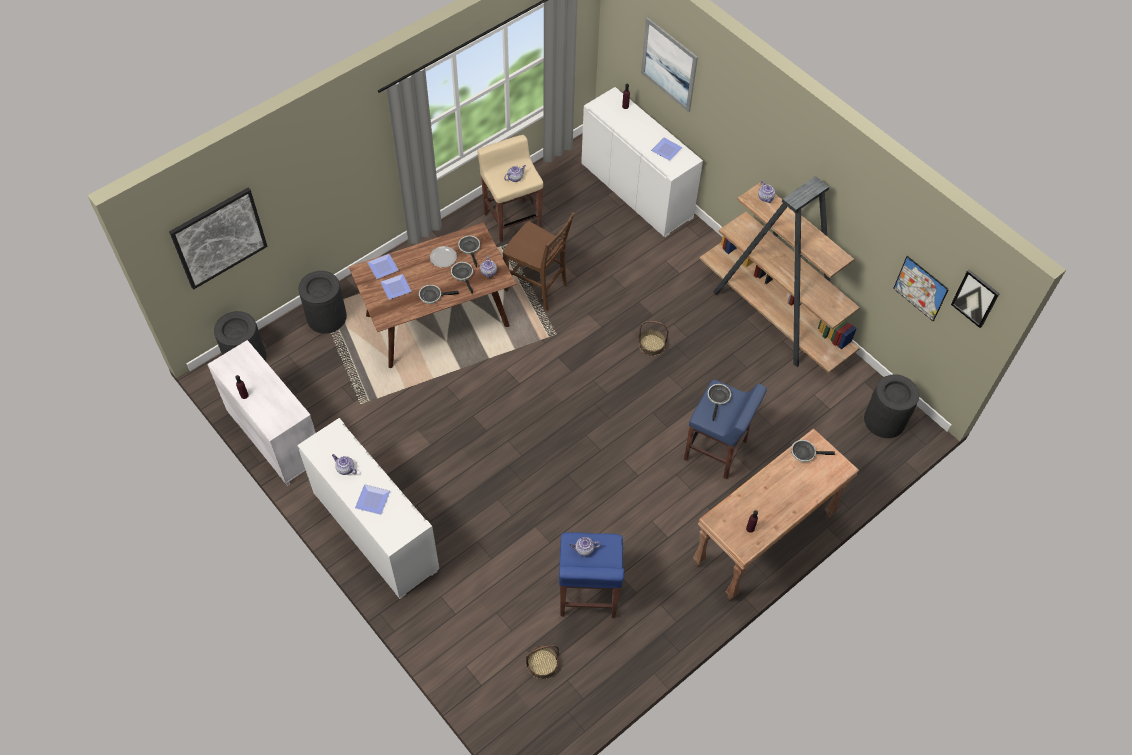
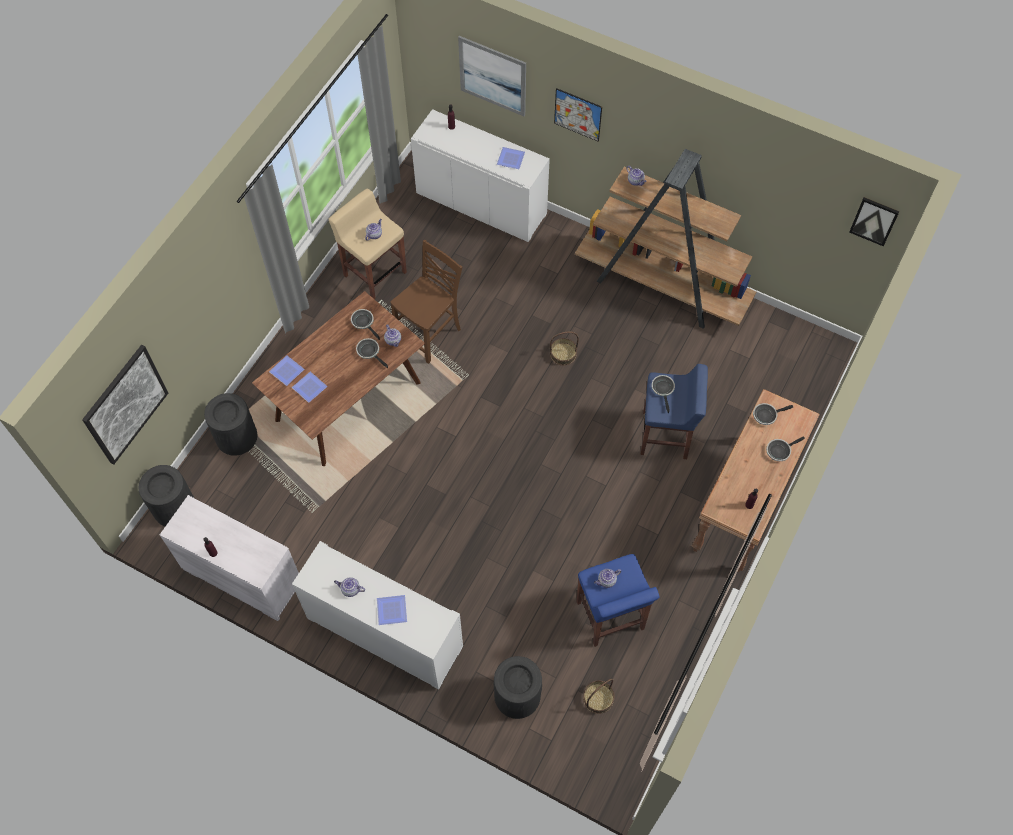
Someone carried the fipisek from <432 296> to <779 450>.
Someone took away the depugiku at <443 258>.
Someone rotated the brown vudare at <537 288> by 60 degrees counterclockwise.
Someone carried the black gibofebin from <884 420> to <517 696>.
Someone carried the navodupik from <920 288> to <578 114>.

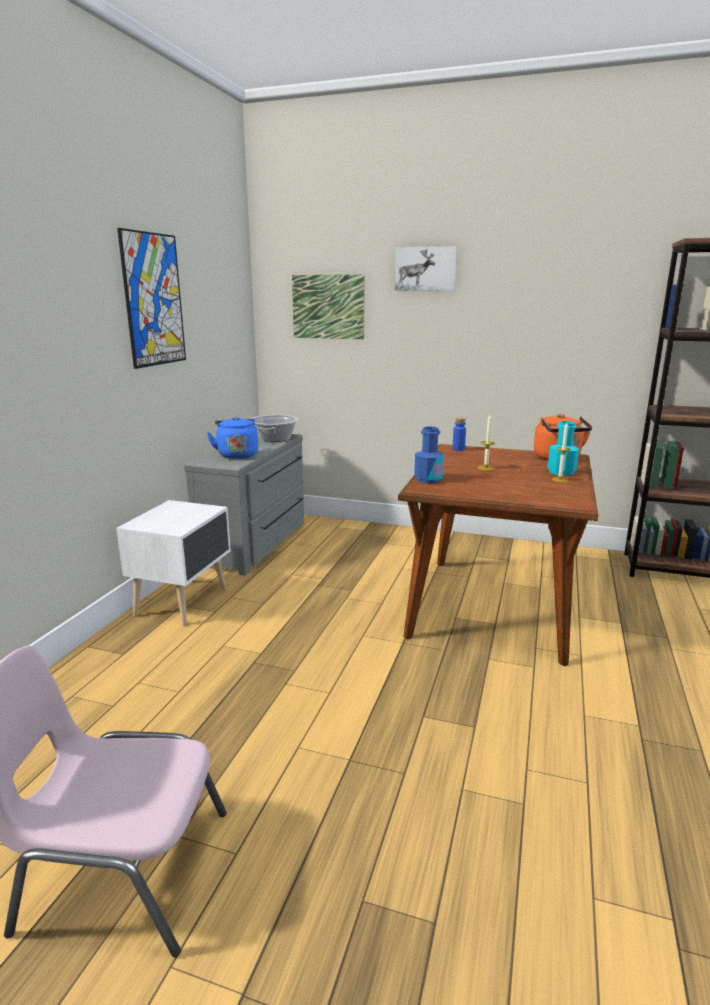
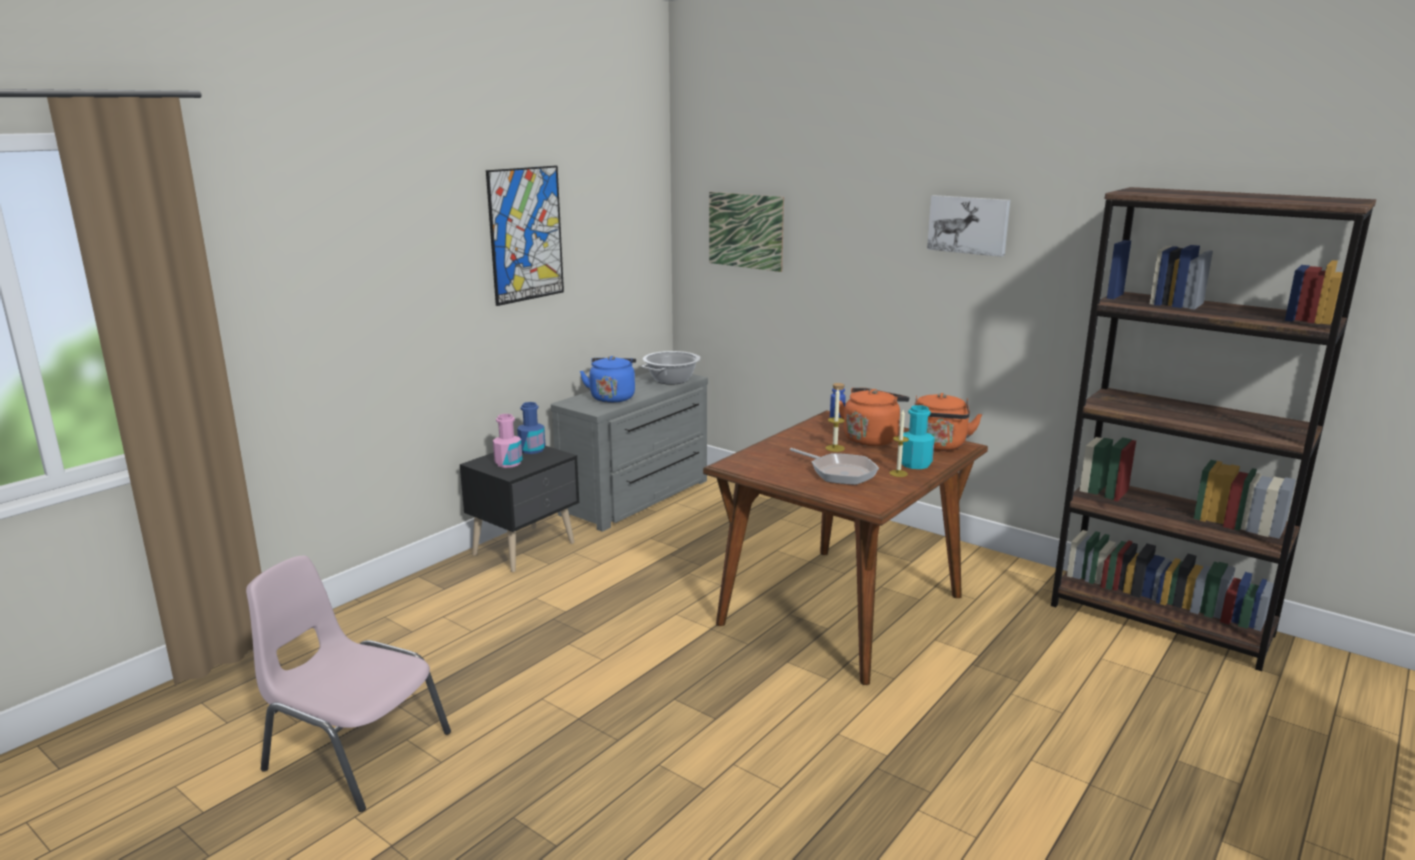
Someone repainted the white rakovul at <184 601>, which became the black rakovul at <526 549>.
Someone carried the navodupik from <426 269> to <969 225>.
Someone carried the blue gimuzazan from <428 479> to <532 450>.
Someone put down the pink gimuzazan at <508 463>.
Someone put down the fipisek at <839 472>.
Someone put down the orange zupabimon at <871 439>.

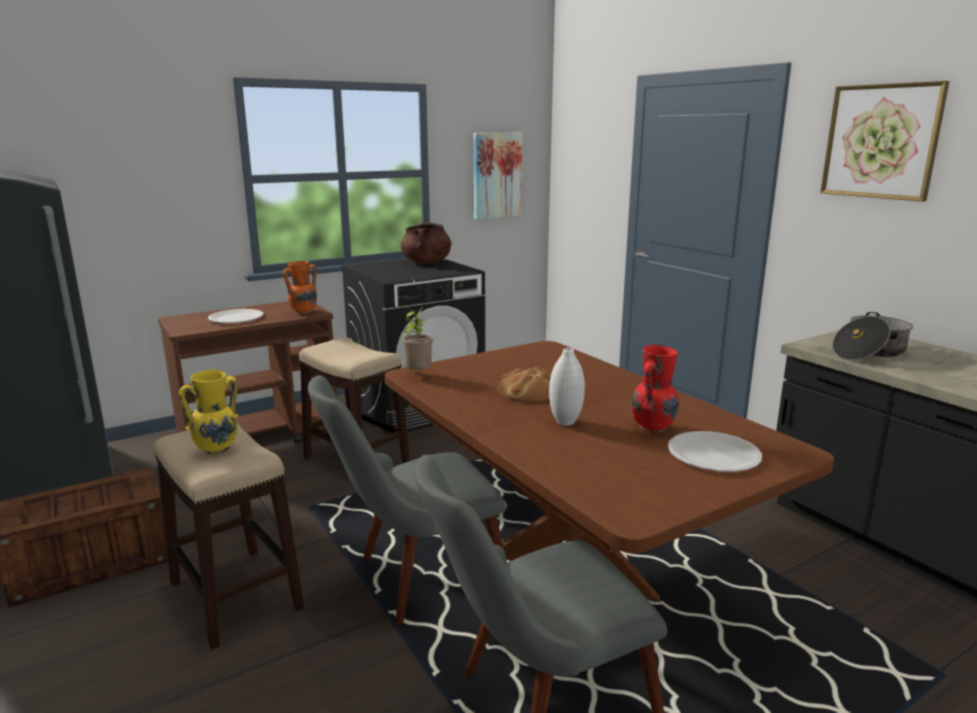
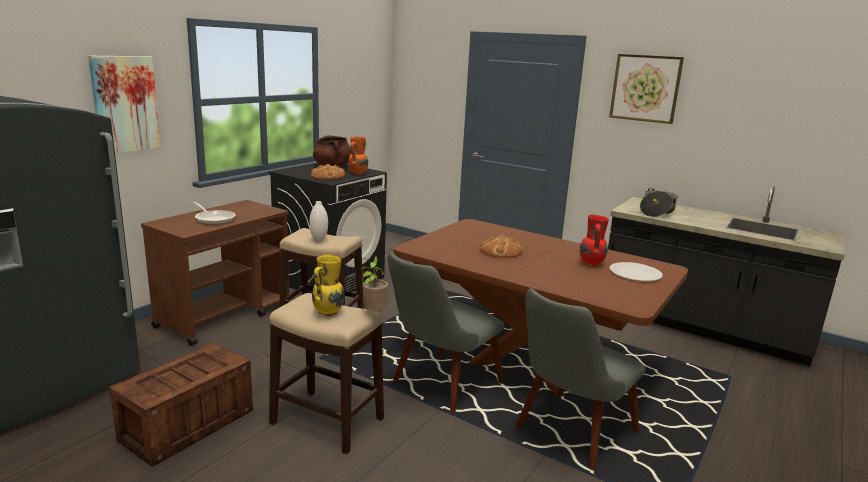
Someone swapped the white depugiku at <236 318> for the fipisek at <214 219>.
Someone carried the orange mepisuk from <303 312> to <357 174>.
Someone carried the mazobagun from <418 375> to <373 314>.
Someone carried the navodupik from <496 175> to <125 104>.
Someone carried the white mepisuk from <565 422> to <319 240>.
Someone put down the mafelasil at <327 176>.

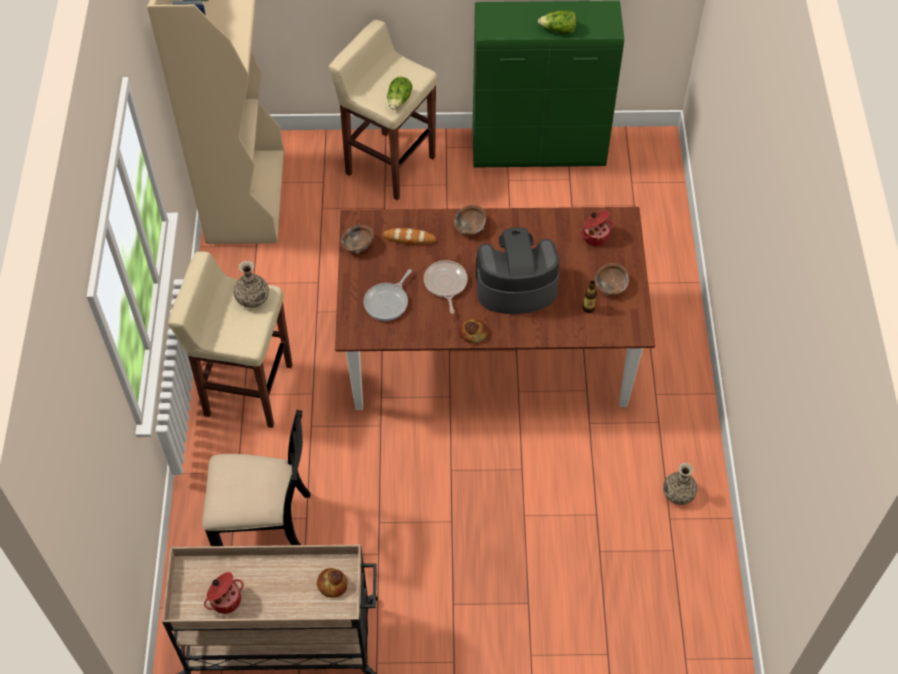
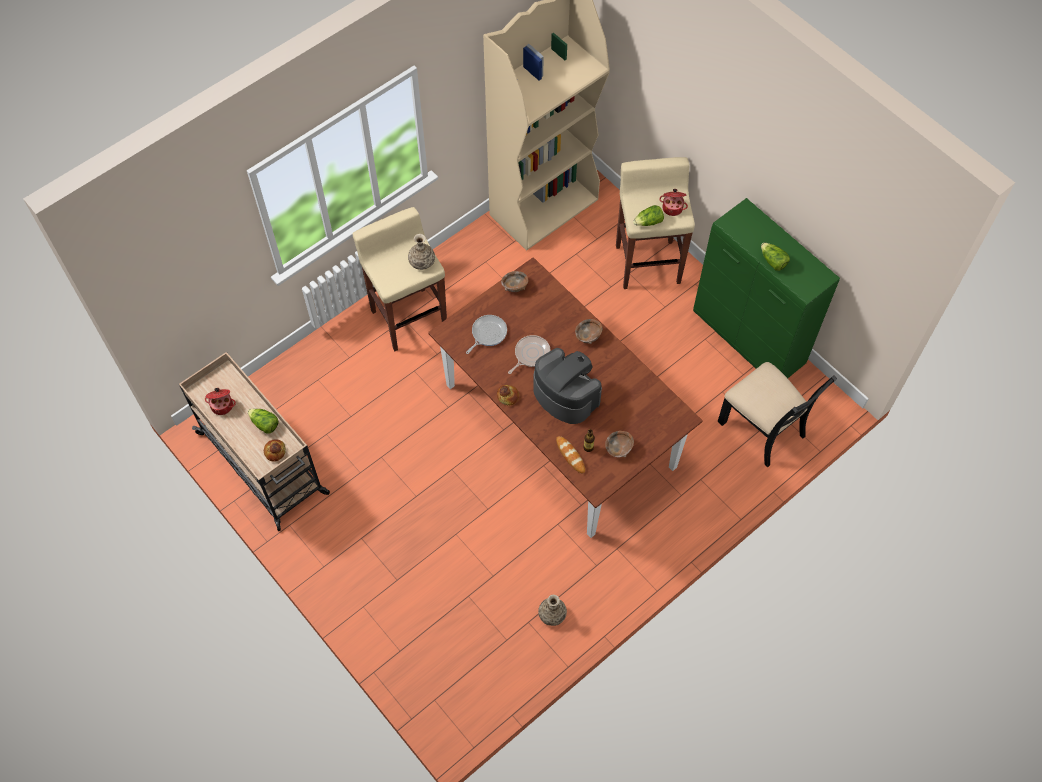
Someone carried the black vudare from <265 524> to <763 429>.
Someone rotated the fipisek at <388 302> by 135 degrees clockwise.
Someone carried the mafelasil from <409 238> to <570 455>.
Someone carried the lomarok from <595 236> to <672 207>.
Someone put down the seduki at <264 424>.

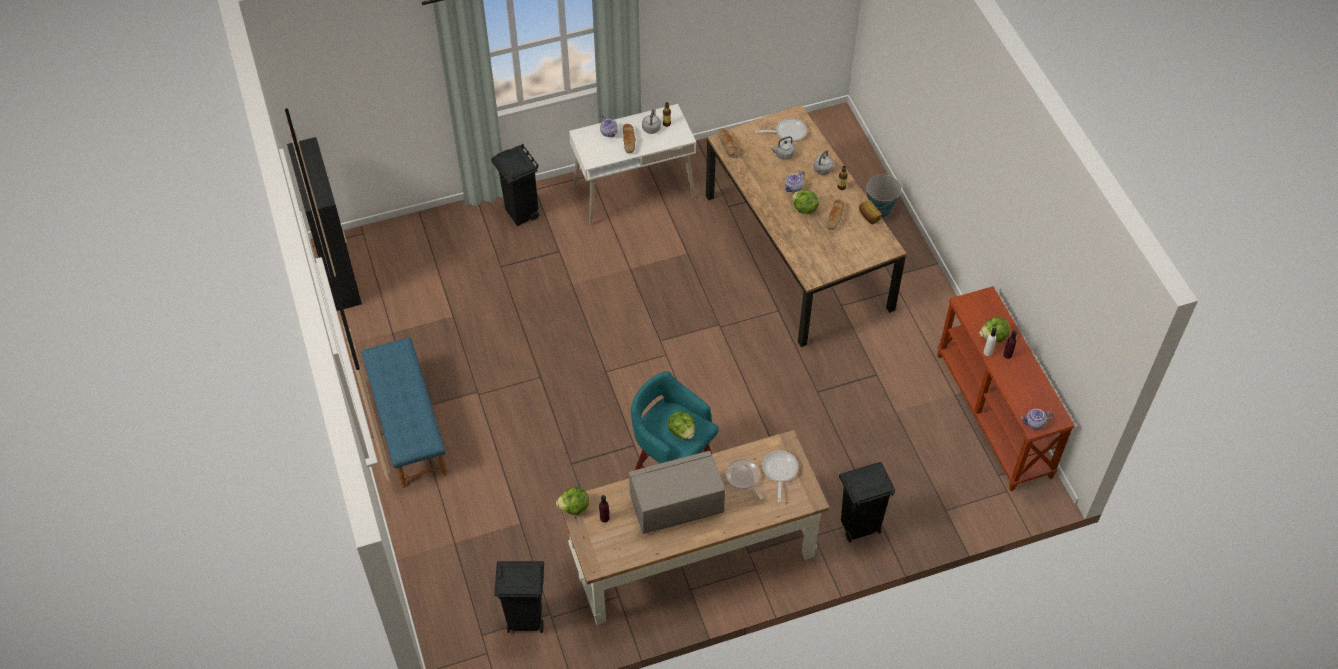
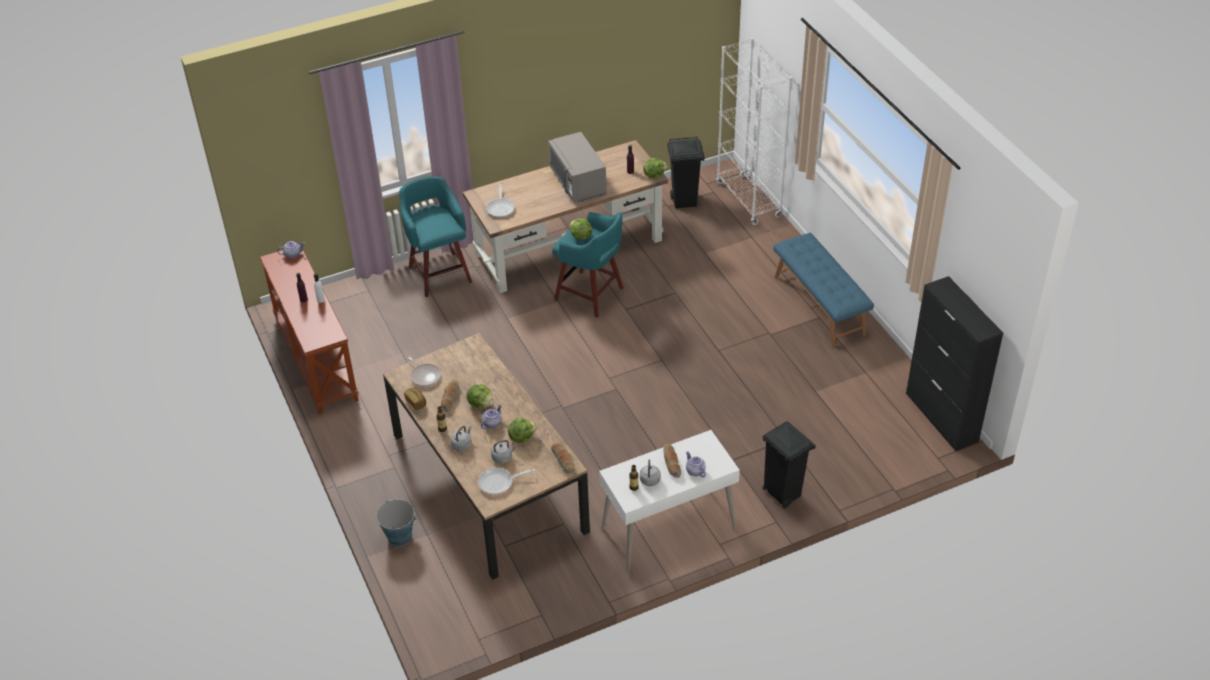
Someone rotated the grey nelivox at <676 505> by 90 degrees clockwise.
Someone carried the fipisek from <743 478> to <425 376>.
Someone swapped the black gibofebin at <858 528> for the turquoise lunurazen at <439 273>.
Someone carried the seduki from <993 337> to <521 437>.
Someone put down the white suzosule at <749 200>.

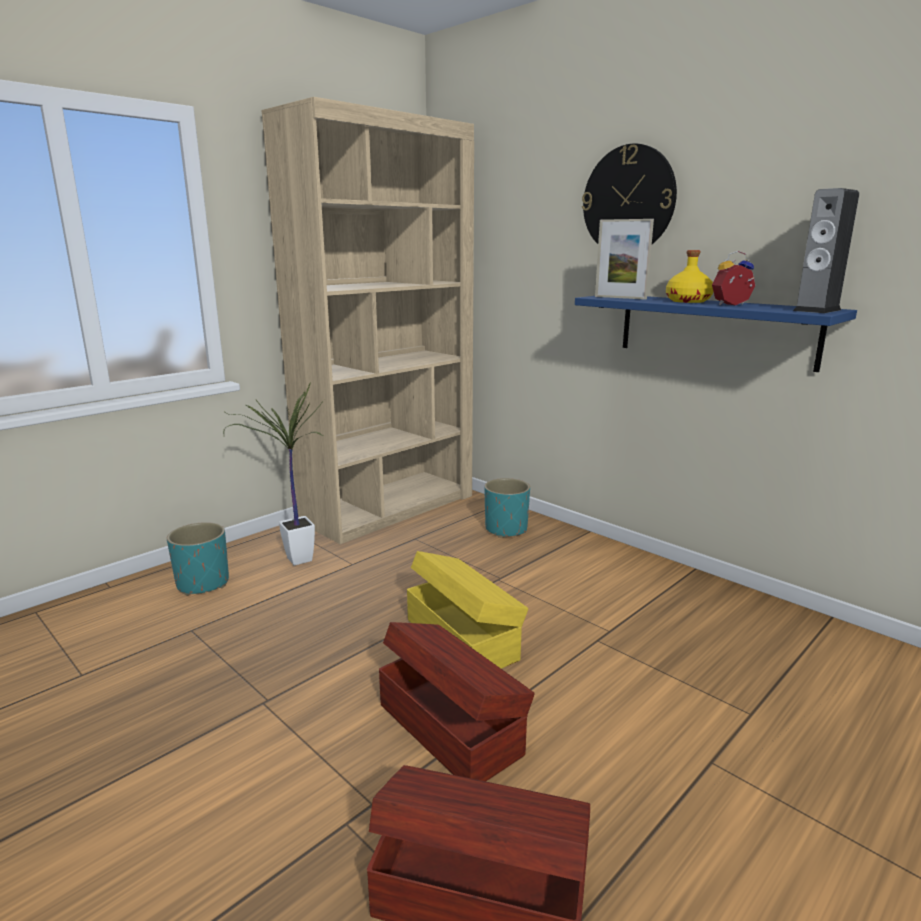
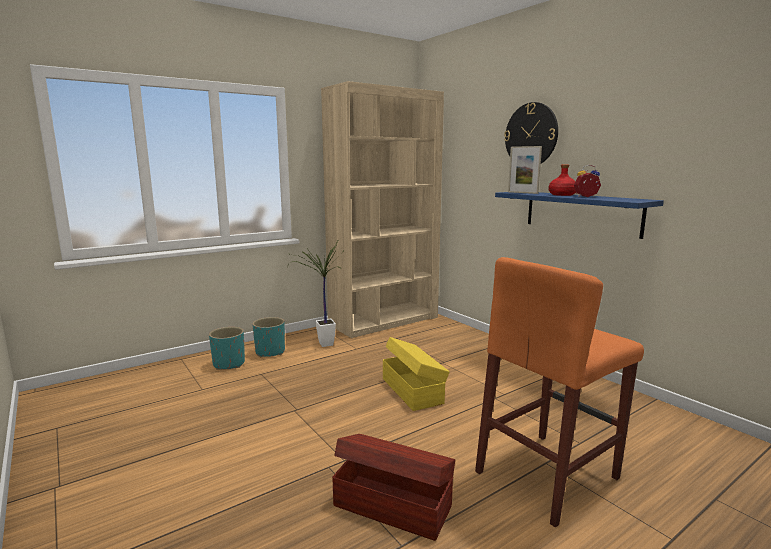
Someone took away the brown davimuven at <450 727>.
Someone carried the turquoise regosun from <506 529> to <229 364>.
Someone repainted the yellow gimuzazan at <688 301>, which became the red gimuzazan at <562 195>.
Someone took away the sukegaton at <817 310>.
Someone put down the orange lunurazen at <547 475>.

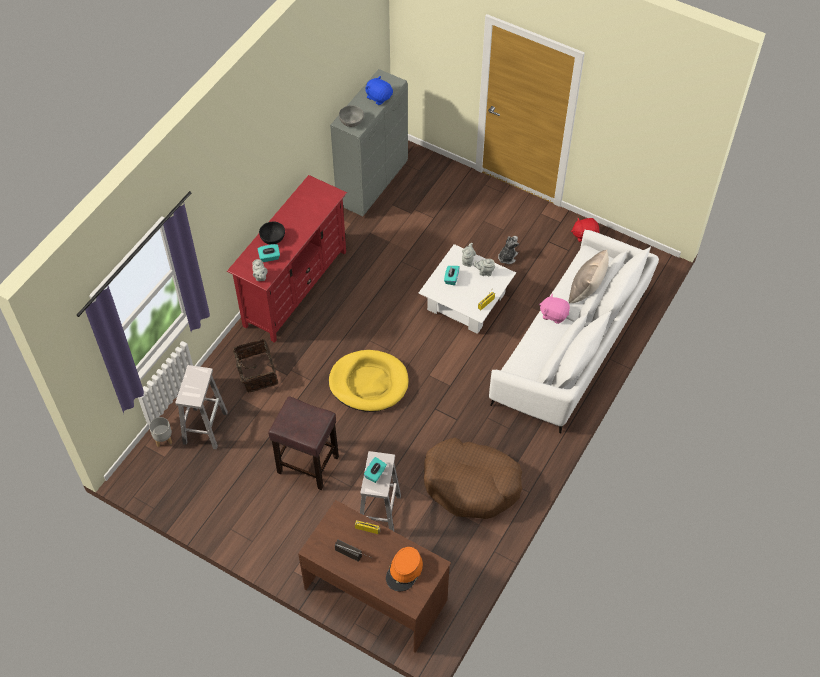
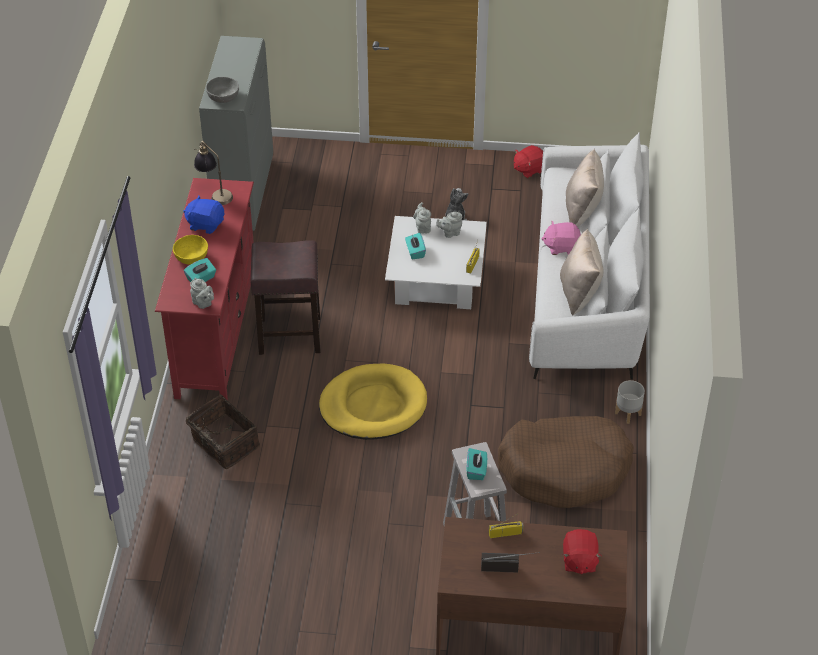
Someone carried the grey regosun from <163 439> to <628 414>.
Someone took away the white lunurazen at <205 427>.
Someone repainted the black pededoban at <272 238>, which became the yellow pededoban at <191 257>.
Someone carried the brown lunurazen from <307 464> to <288 336>.
Someone carried the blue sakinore from <379 97> to <205 224>.
Someone swapped the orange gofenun at <404 571> for the red sakinore at <579 561>.
Someone put down the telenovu at <215 194>.
Someone put down the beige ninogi at <579 293>.

